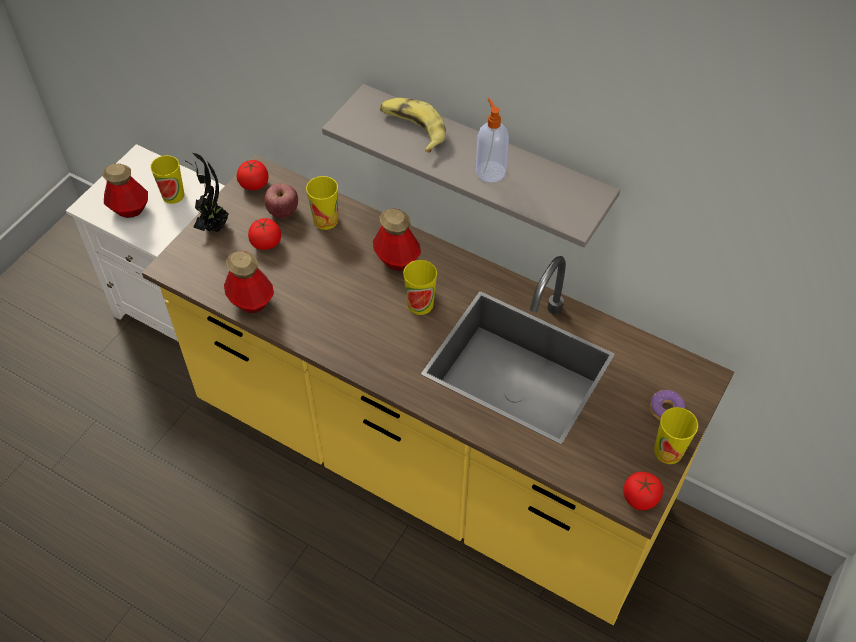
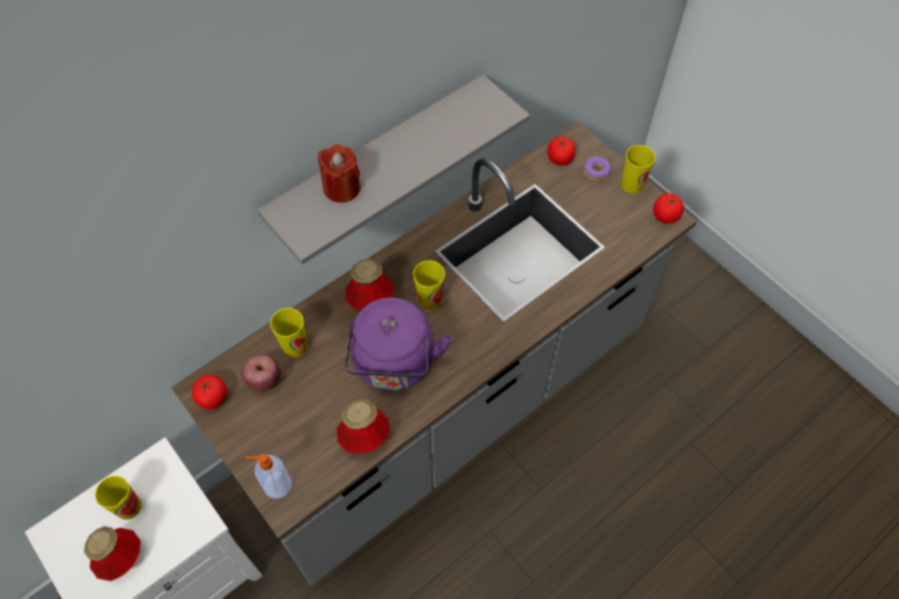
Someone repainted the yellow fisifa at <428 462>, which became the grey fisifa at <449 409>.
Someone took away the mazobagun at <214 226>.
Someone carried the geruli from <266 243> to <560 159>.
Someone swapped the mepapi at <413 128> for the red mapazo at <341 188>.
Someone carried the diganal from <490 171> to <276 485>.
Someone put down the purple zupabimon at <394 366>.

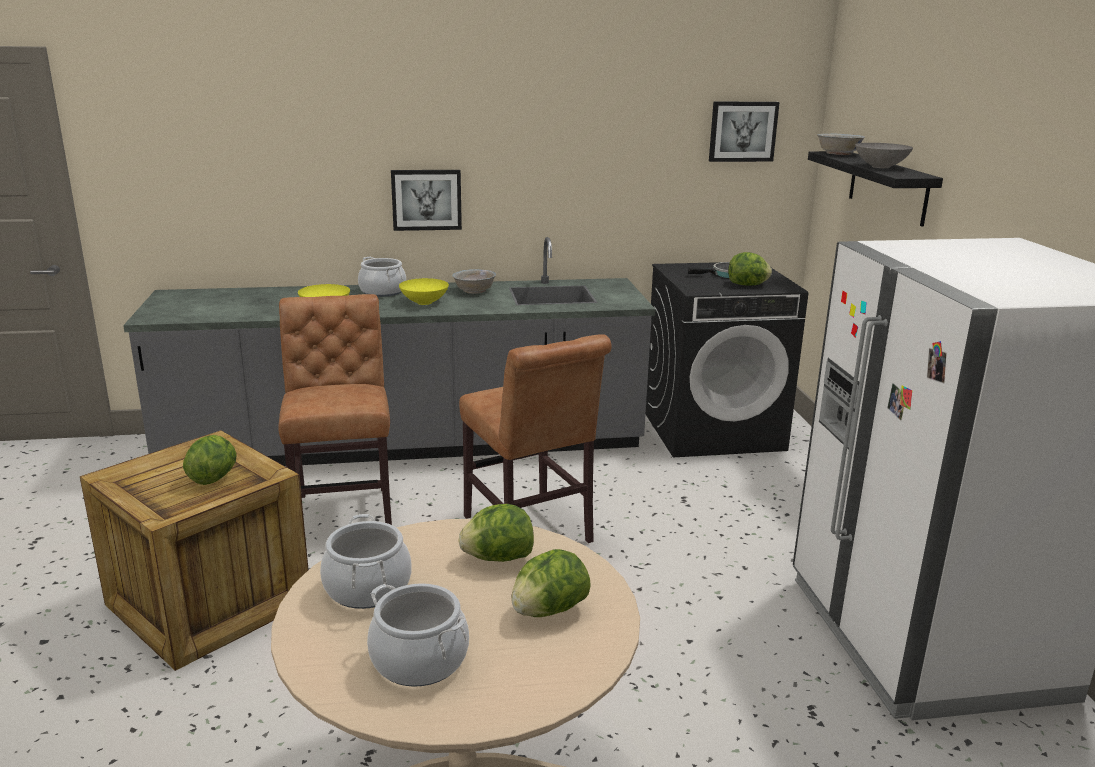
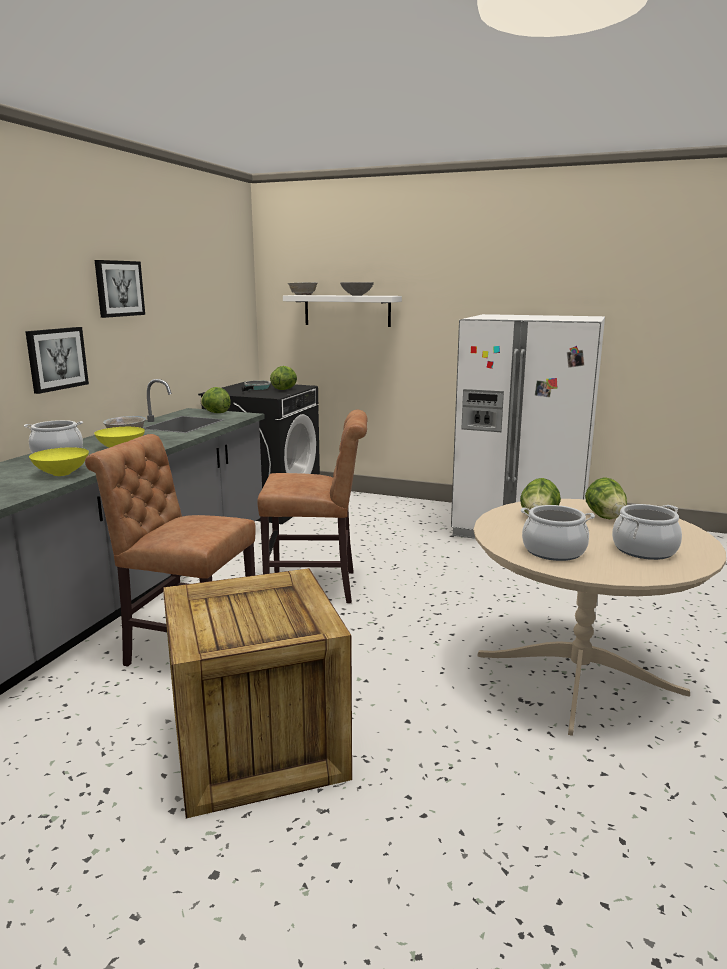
Someone carried the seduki from <214 478> to <216 413>.
Someone carried the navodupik from <742 131> to <119 288>.
Someone repainted the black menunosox at <888 187>, which became the white menunosox at <347 310>.

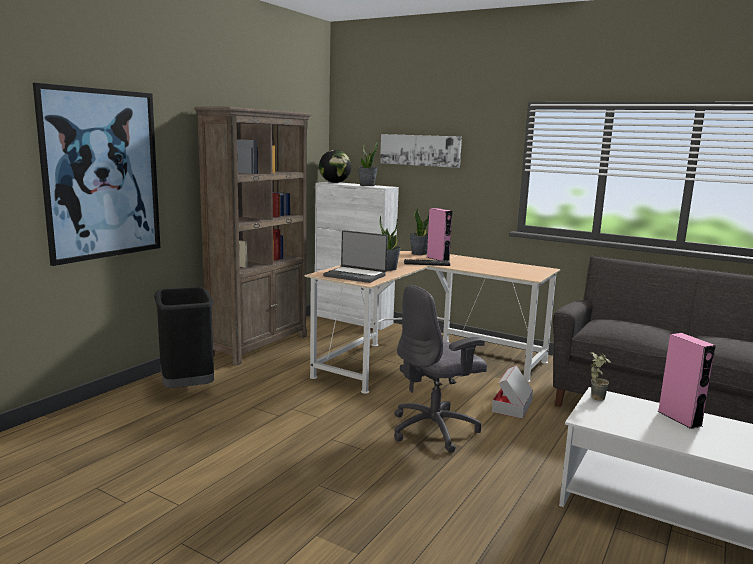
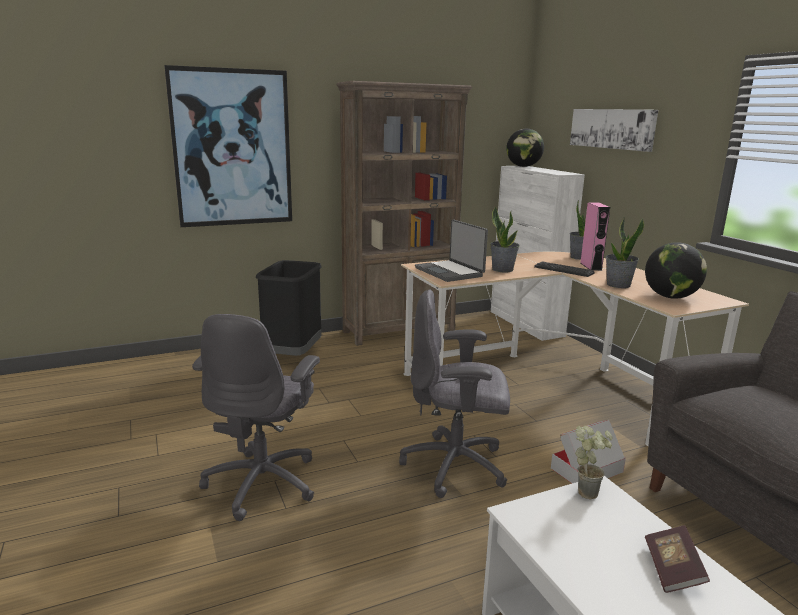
Someone carried the mazobagun from <367 185> to <618 285>.
Someone swapped the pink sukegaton at <679 418> for the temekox at <672 570>.
Someone put down the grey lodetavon at <263 482>.
Someone put down the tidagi at <670 297>.

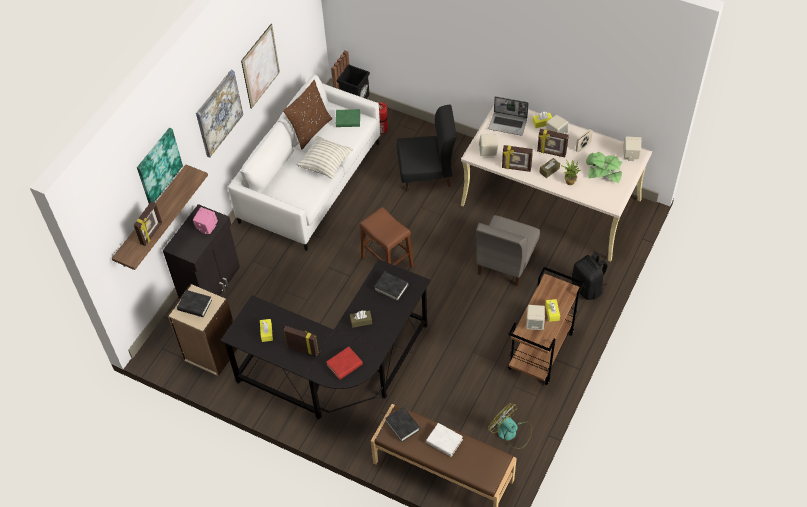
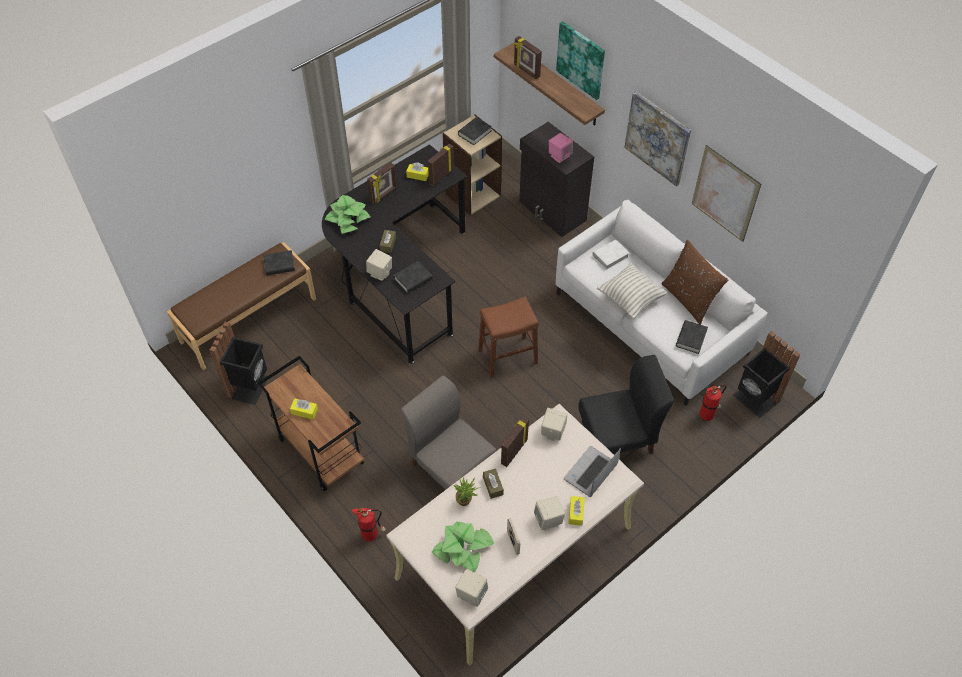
Someone swapped the red temekox at <344 365> for the mazobagun at <348 218>.
Someone repainted the green temekox at <348 120>, which became the black temekox at <691 338>.
Someone rotated the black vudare at <426 173> by 120 degrees counterclockwise.
Someone carried the white temekox from <444 441> to <610 256>.
Someone swapped the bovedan at <511 433> for the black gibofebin at <250 387>.
Someone carried the beige sukegaton from <534 324> to <380 273>.
Someone carried the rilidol from <551 153> to <441 176>.
Someone swapped the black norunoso at <588 288> for the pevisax at <372 535>.

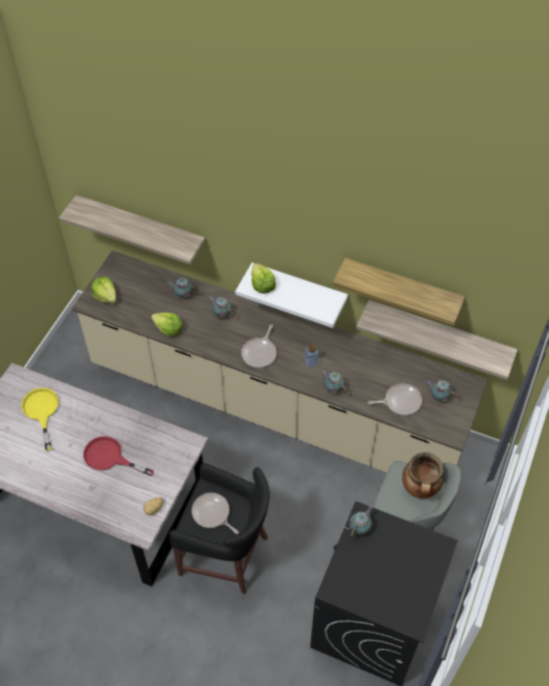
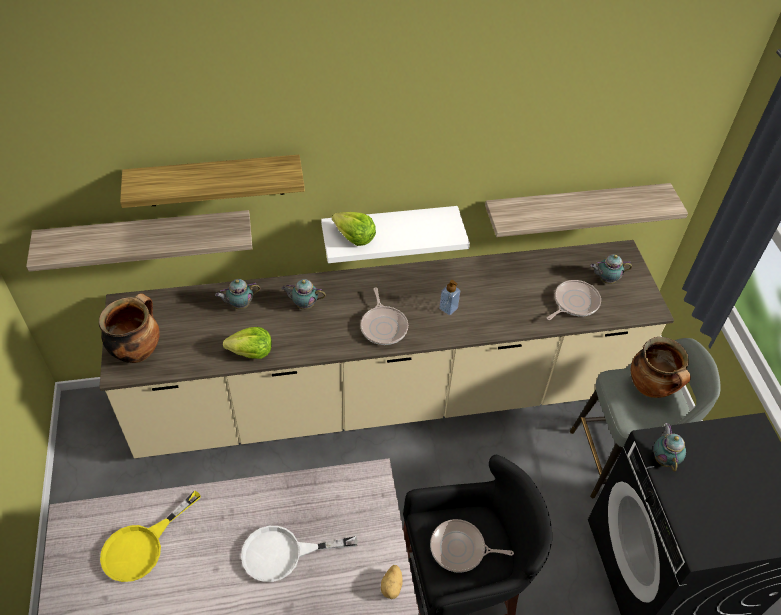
Someone rotated the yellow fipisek at <41 411> by 90 degrees counterclockwise.
Someone repainted the red fipisek at <109 457>, which became the white fipisek at <283 554>.
Someone swapped the seduki at <106 295> for the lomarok at <137 350>.
Someone took away the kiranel at <332 389>.
Someone carried the menunosox from <402 288> to <215 180>.

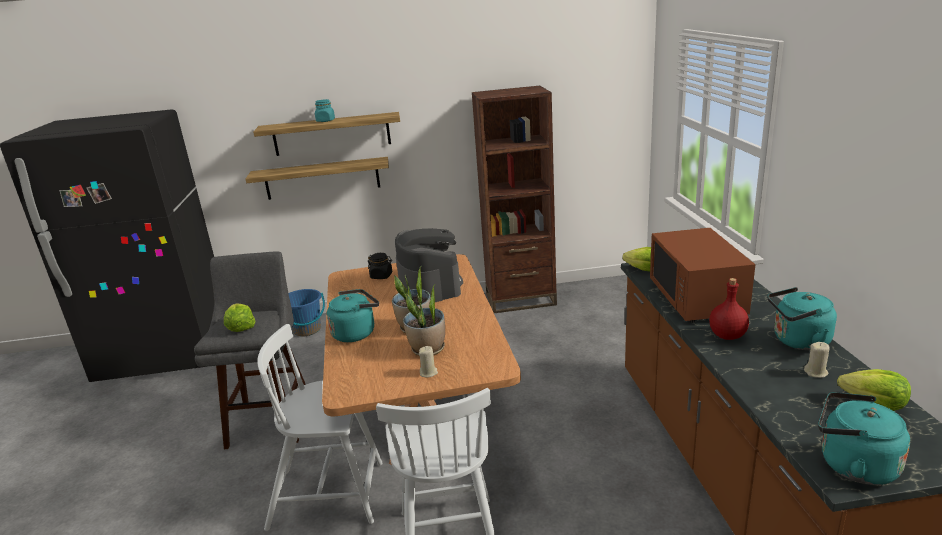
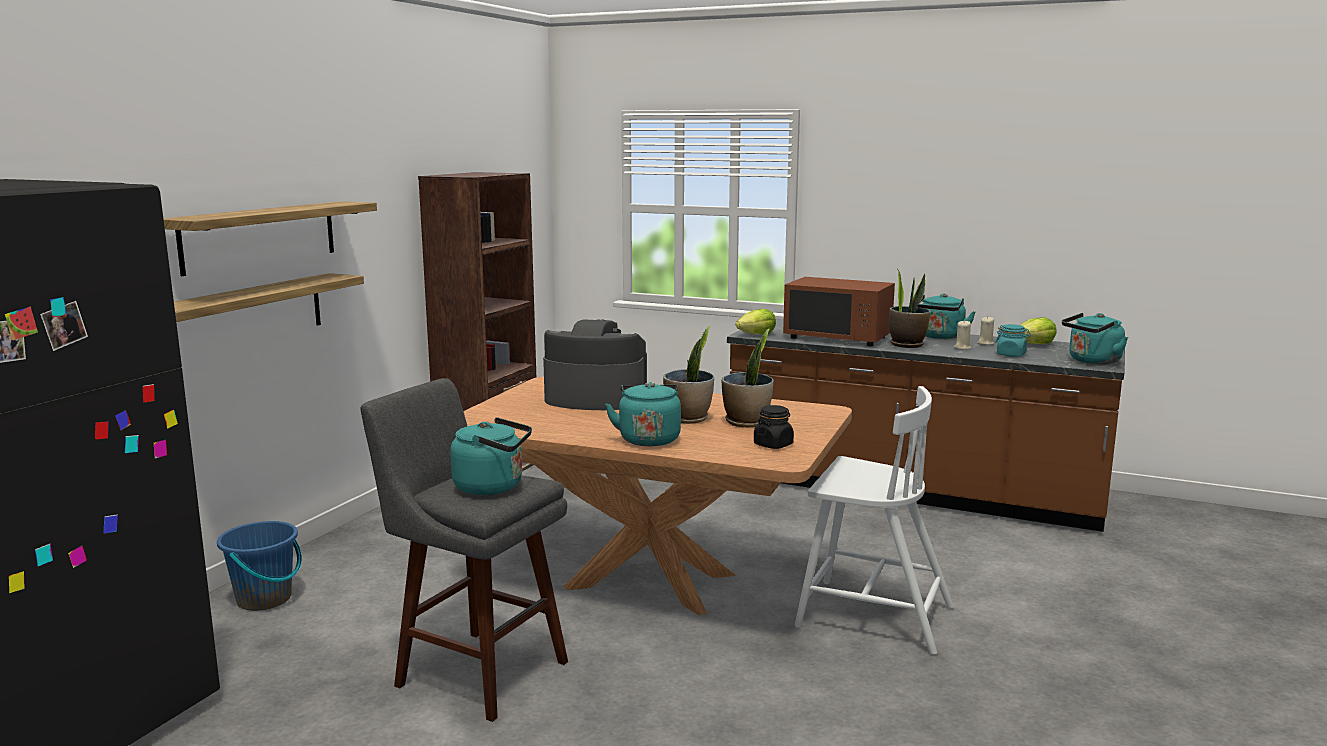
Someone swapped the seduki at <240 327> for the turquoise zupabimon at <493 487>.
Someone took away the white vudare at <329 495>.
Someone carried the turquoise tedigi from <325 121> to <1011 355>.
Someone carried the black tedigi from <381 276> to <773 445>.
Someone carried the beige mapazo from <428 373> to <962 348>.
Someone swapped the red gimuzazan at <726 336> for the mazobagun at <907 345>.

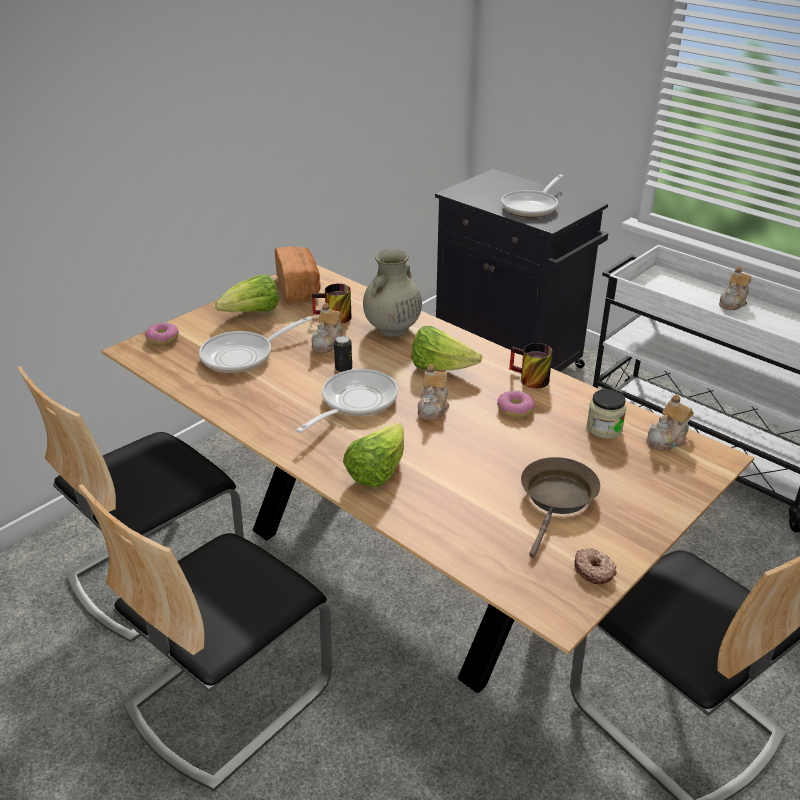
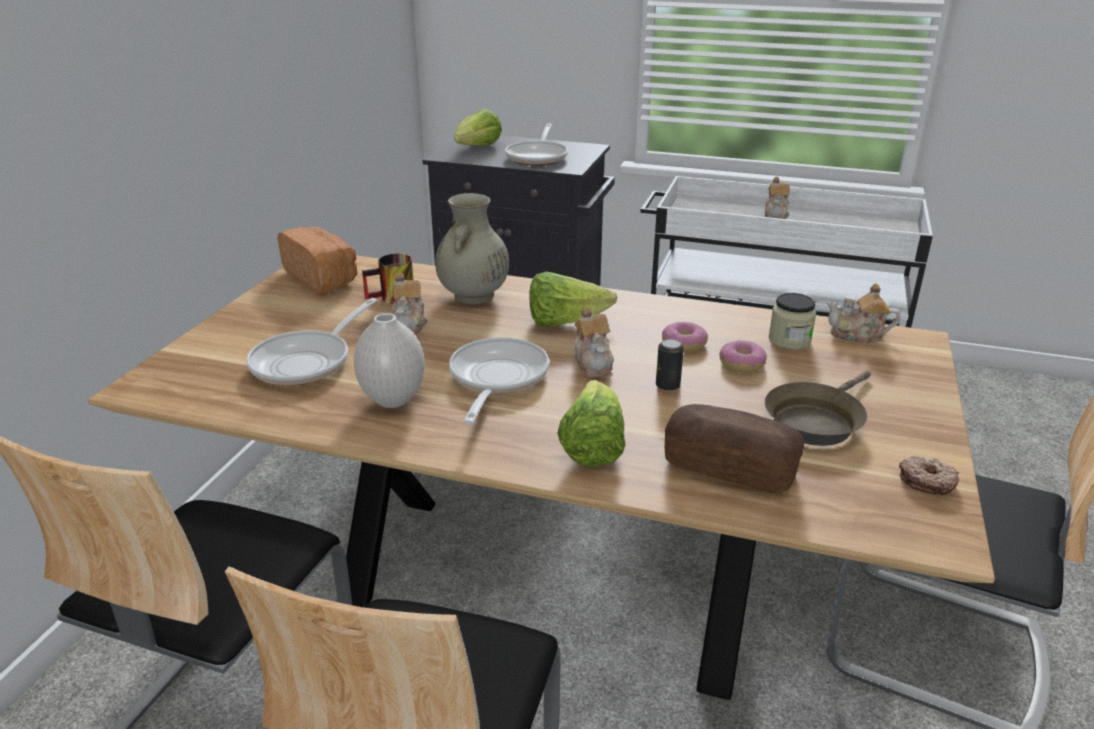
Someone carried the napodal from <162 339> to <742 364>.
Someone carried the seduki from <252 313> to <477 148>.
Someone carried the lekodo from <343 368> to <667 386>.
Someone took away the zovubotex at <528 379>.
Someone rotated the brown fipisek at <557 500> by 135 degrees counterclockwise.
Someone rotated the kiranel at <668 439> by 75 degrees clockwise.
Someone put down the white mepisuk at <392 401>.
Someone put down the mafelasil at <729 468>.

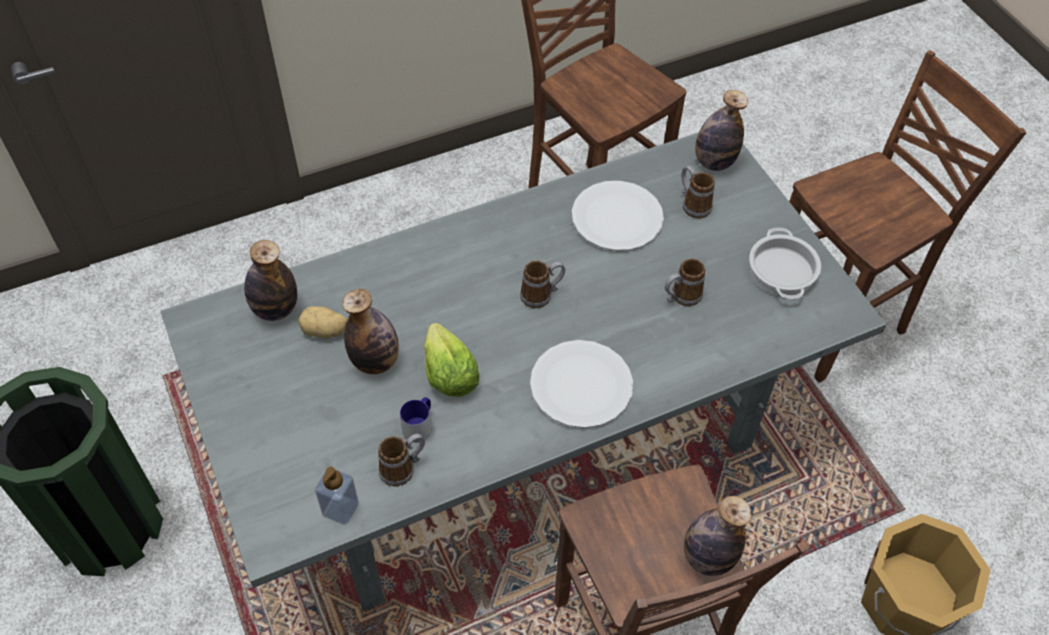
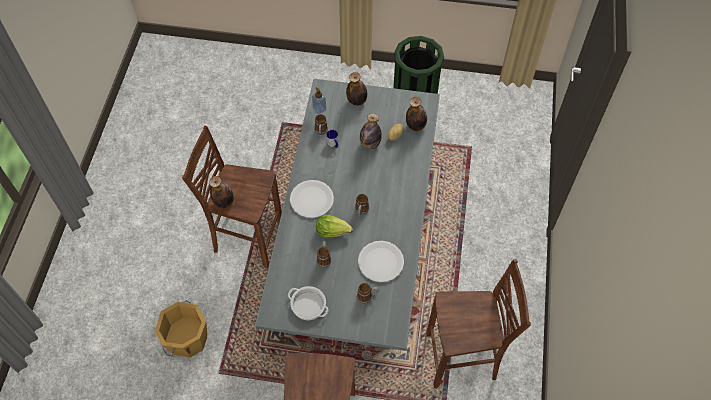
Someone carried the seduki from <448 374> to <332 230>.
Someone carried the gimuzazan from <714 162> to <357 101>.

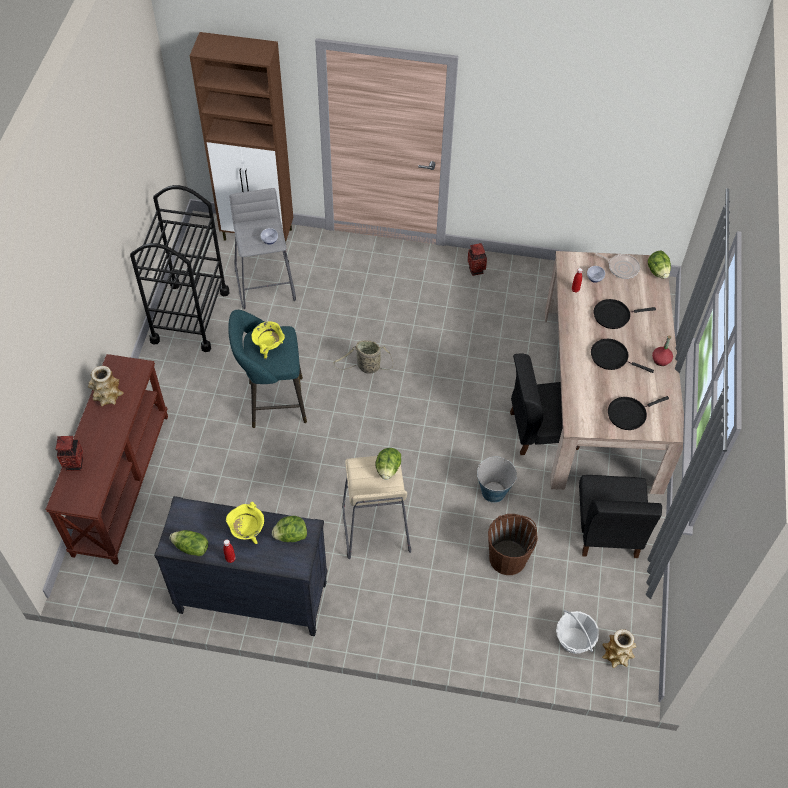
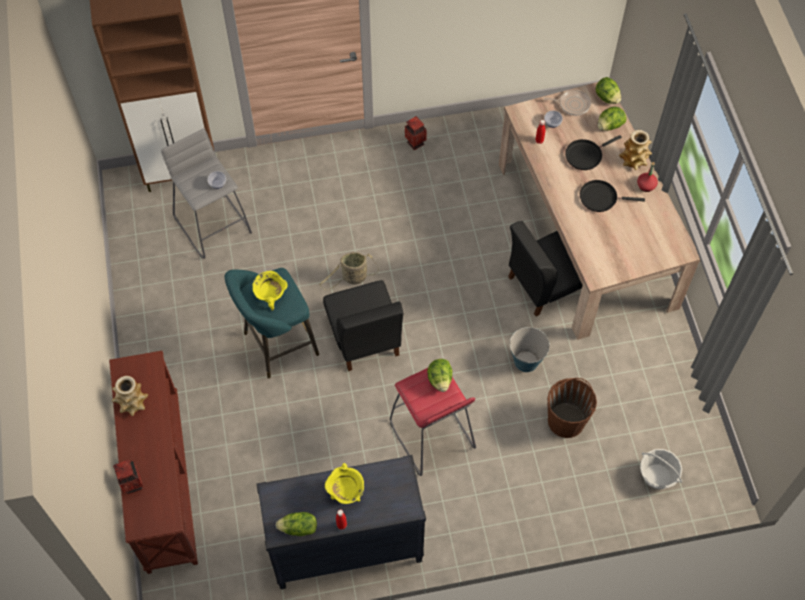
Someone took away the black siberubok at <190 316>.
Someone carried the seduki from <290 535> to <609 126>.
Someone repainted the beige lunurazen at <375 528>, which became the red lunurazen at <431 436>.
Someone carried the black vudare from <608 529> to <364 338>.
Someone carried the mepisuk from <616 655> to <634 160>.
Someone took away the black fipisek at <629 414>.

